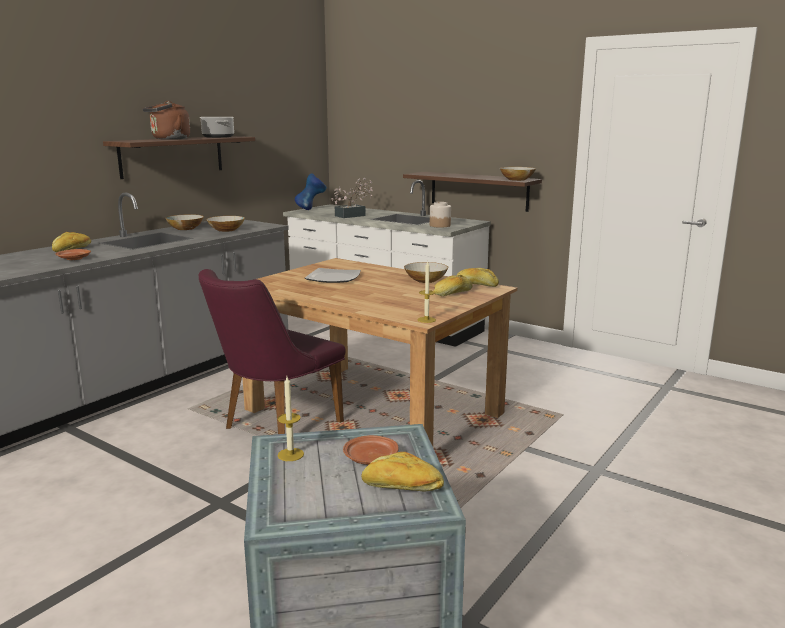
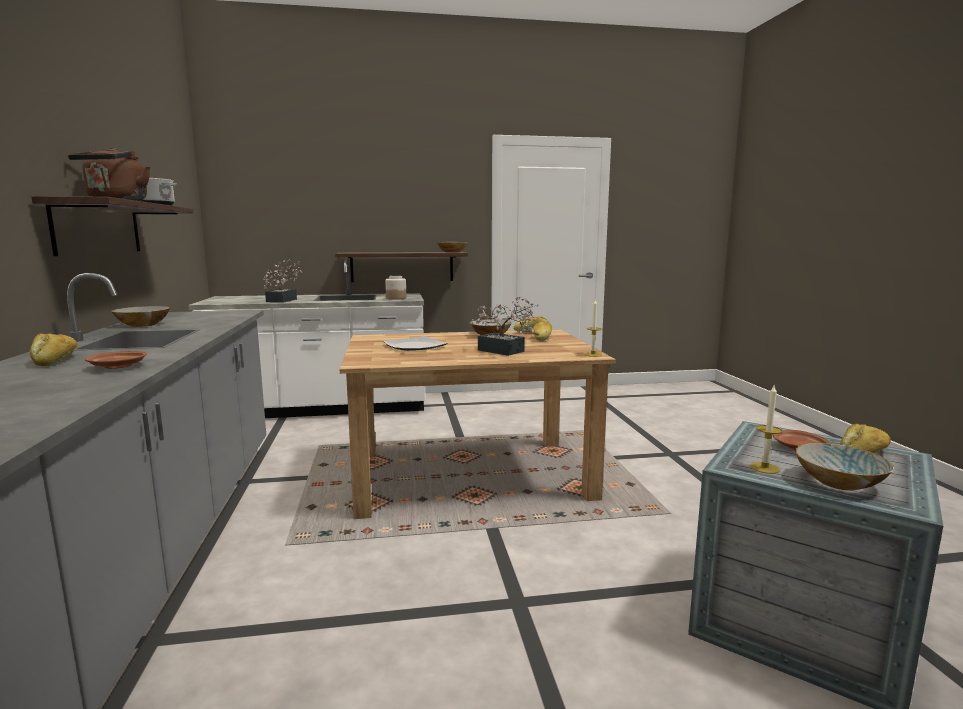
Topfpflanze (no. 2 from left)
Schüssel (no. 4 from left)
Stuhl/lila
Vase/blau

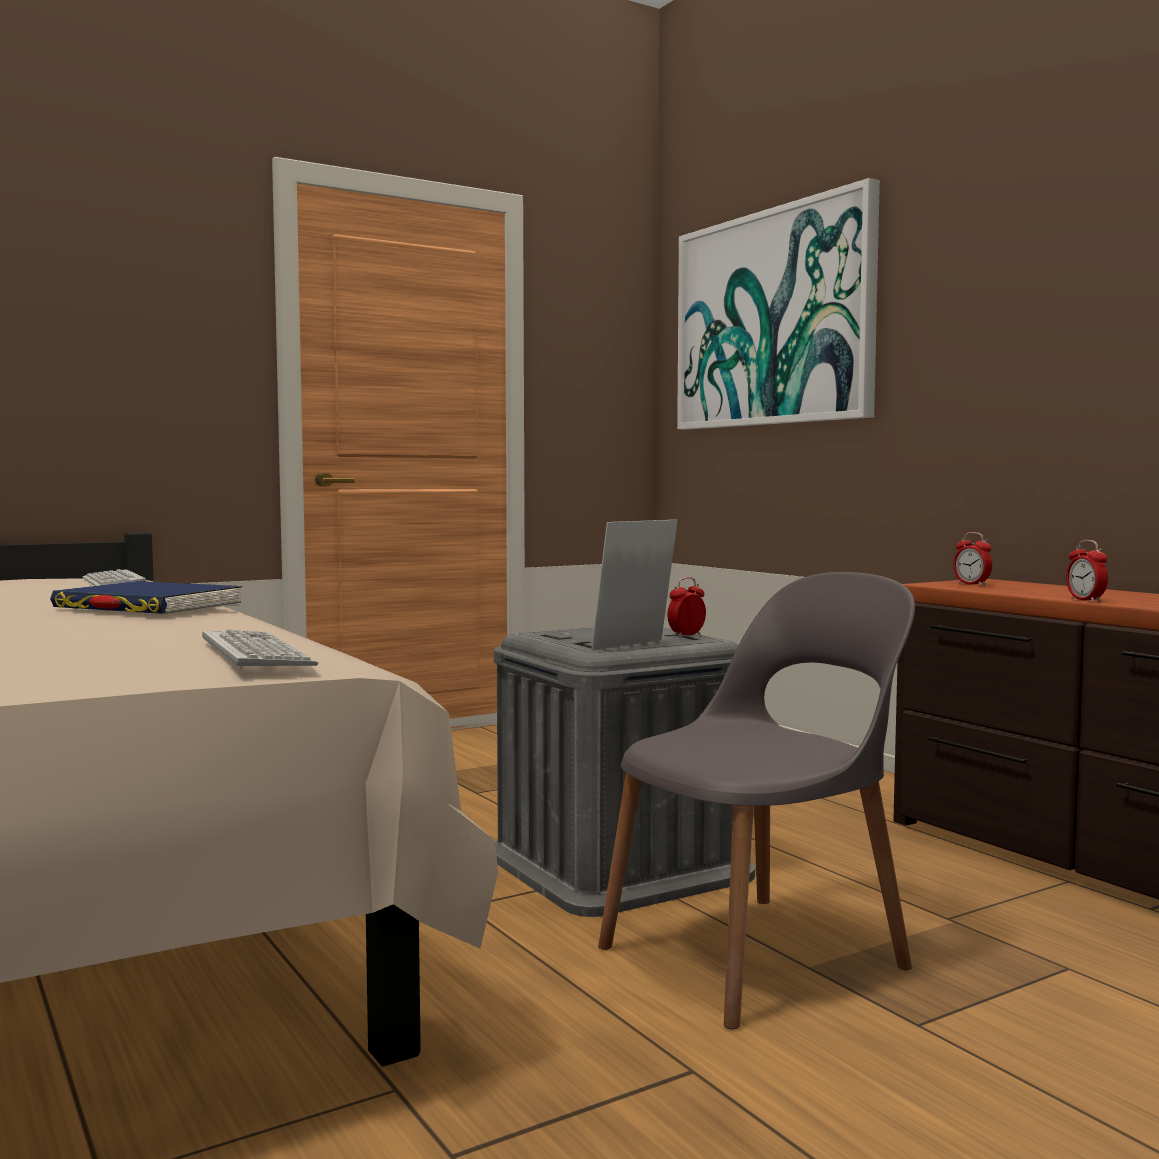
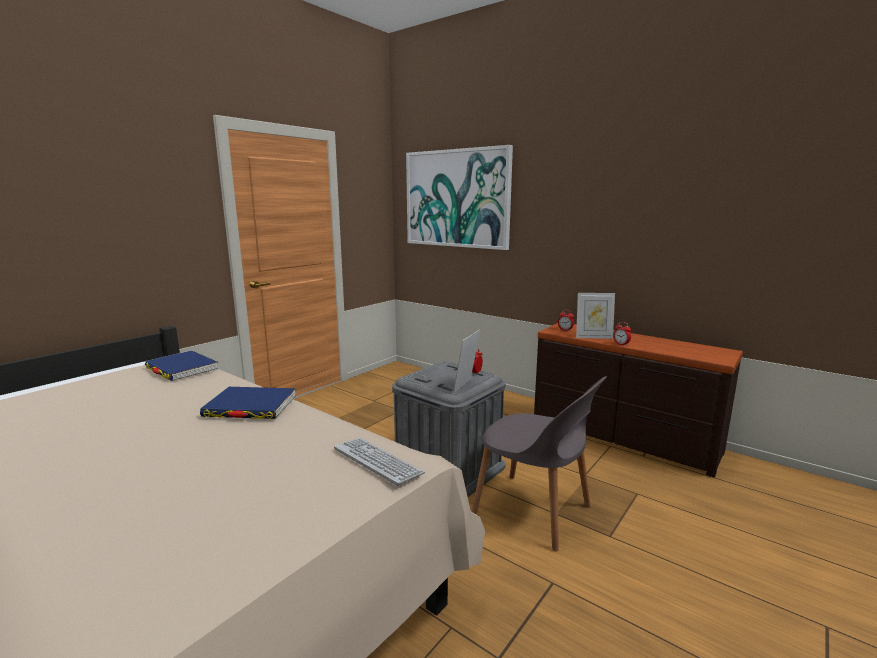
Buch/blau (no. 1 from left)
Stuhl/grau
Bilderrahmen (no. 2 from left)

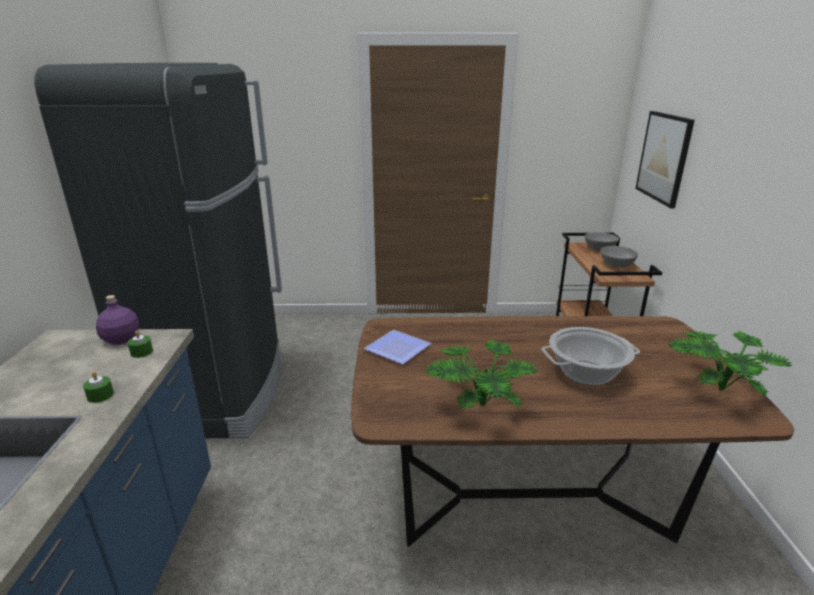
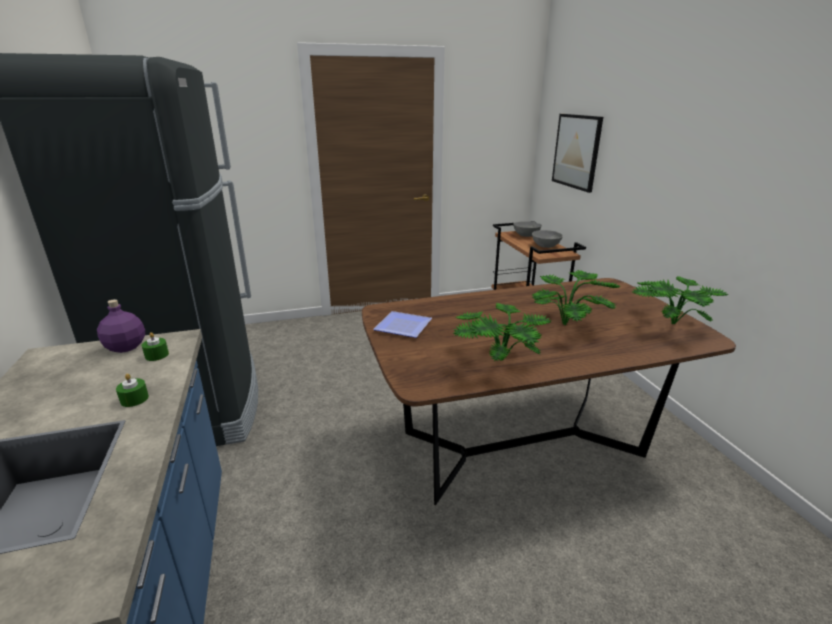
Topfpflanze (no. 2 from left)

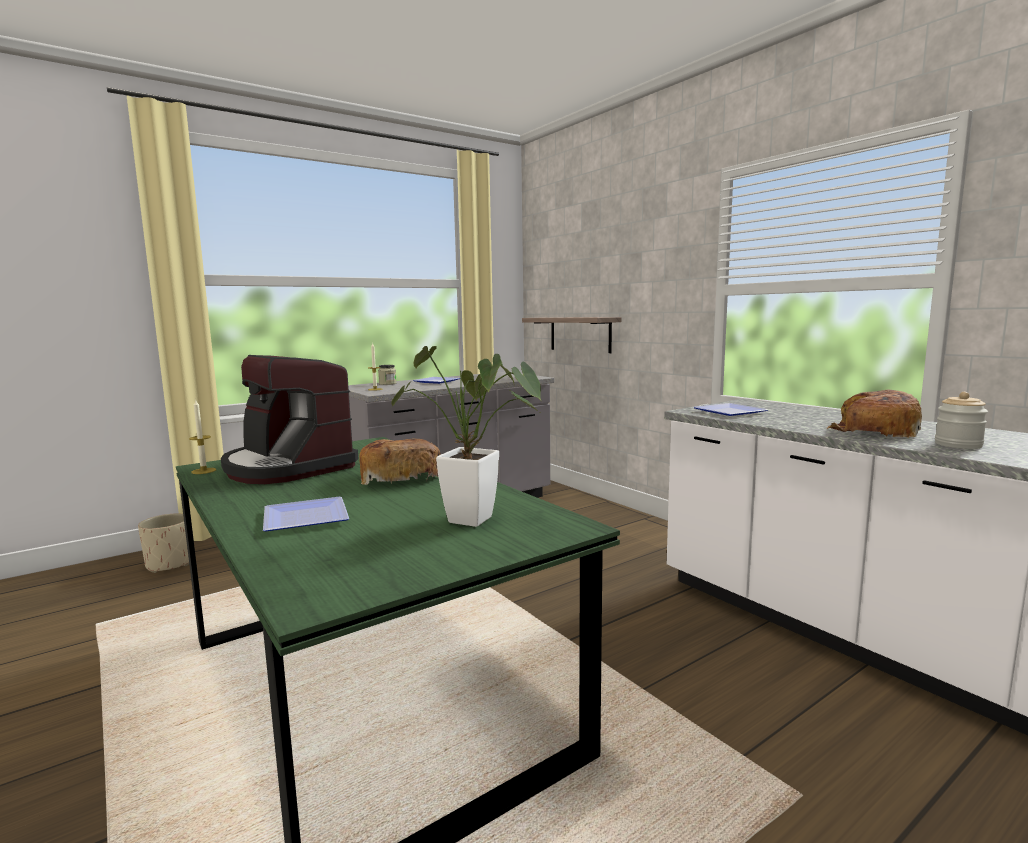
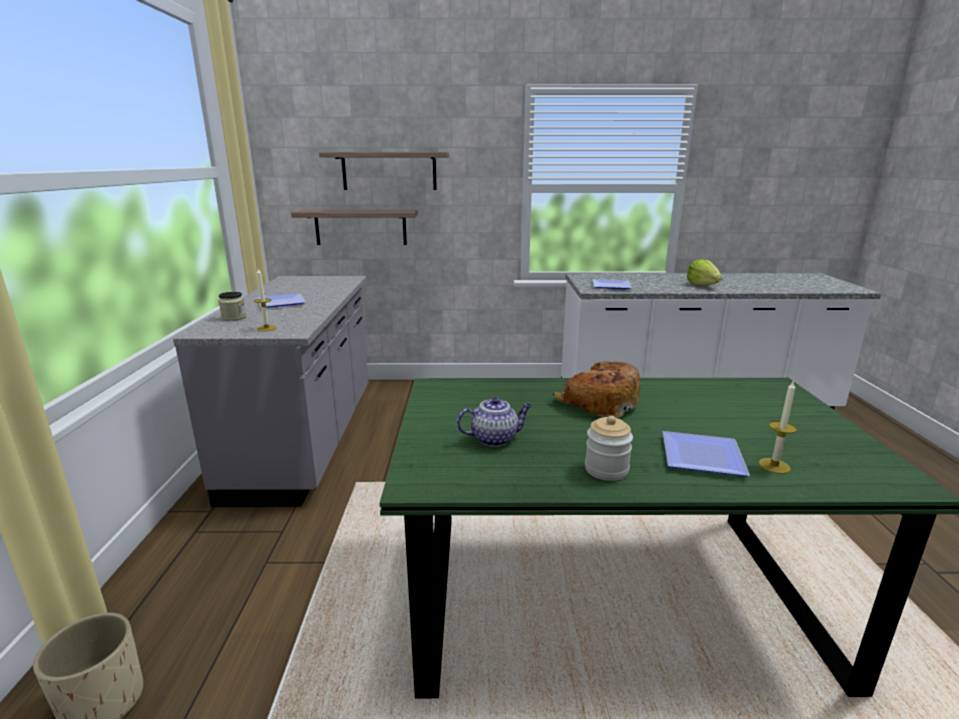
Wandregal (no. 2 from left)
Teekanne
Vorratsglas (no. 2 from left)
Salatkopf
Kerze (no. 2 from left)
Topfpflanze

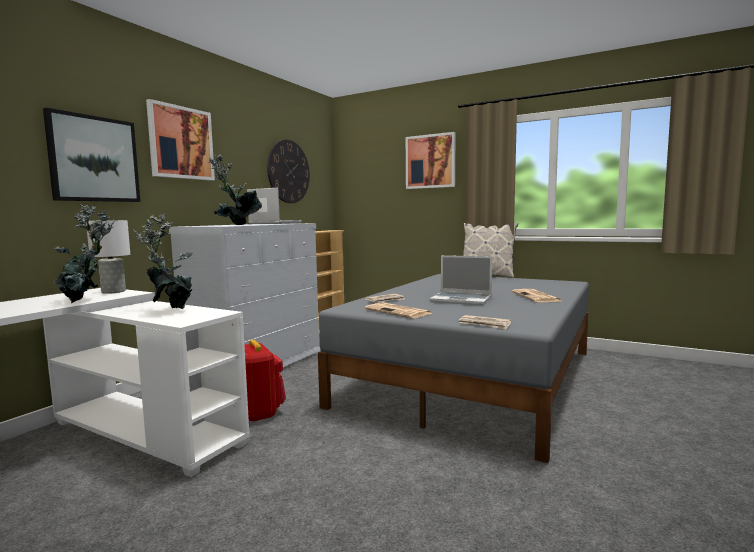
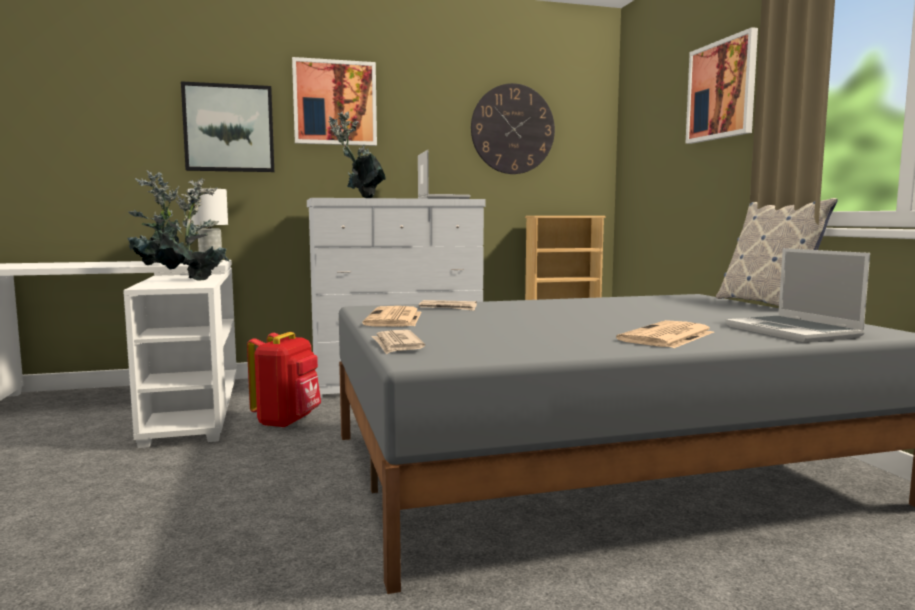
Laptop (no. 2 from left)

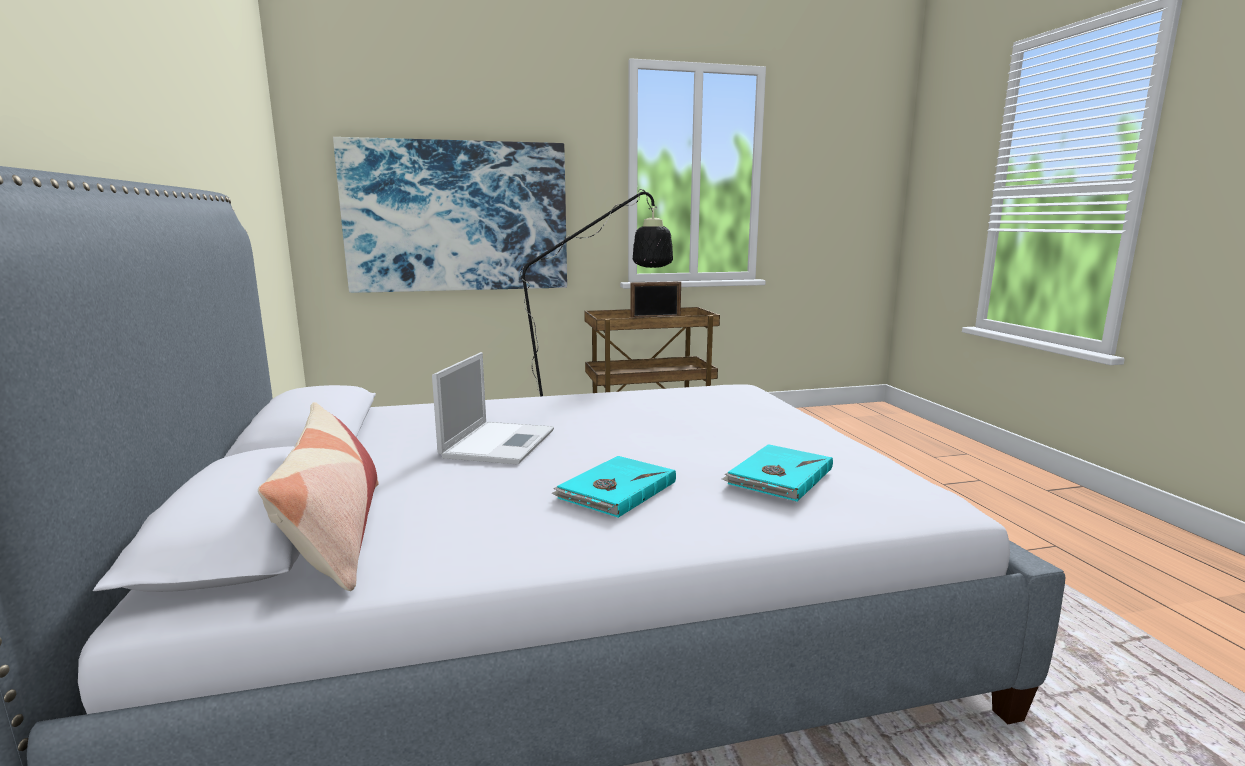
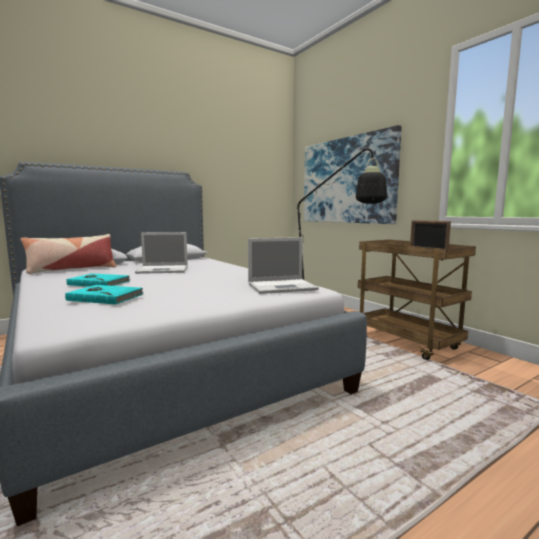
Laptop (no. 2 from left)

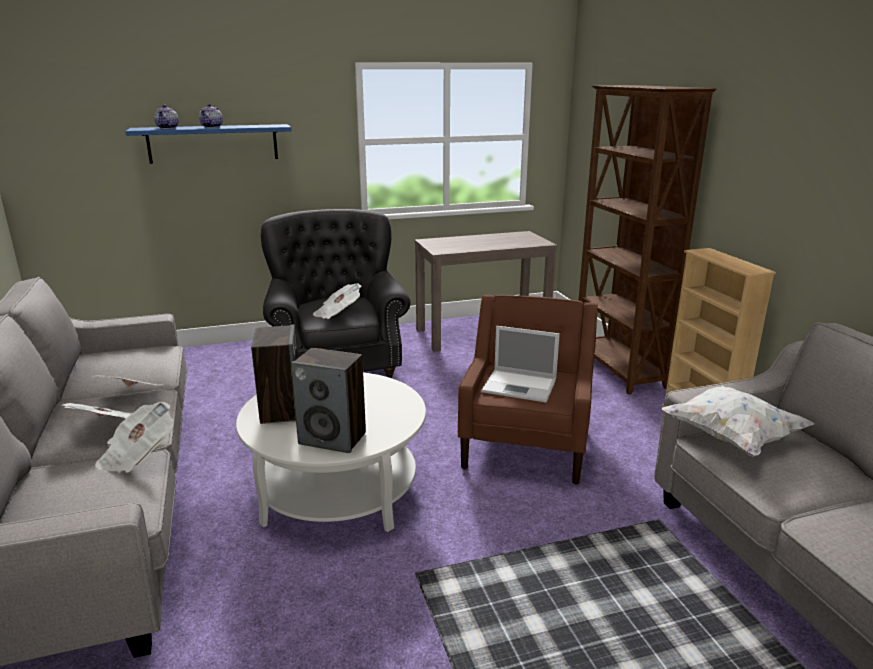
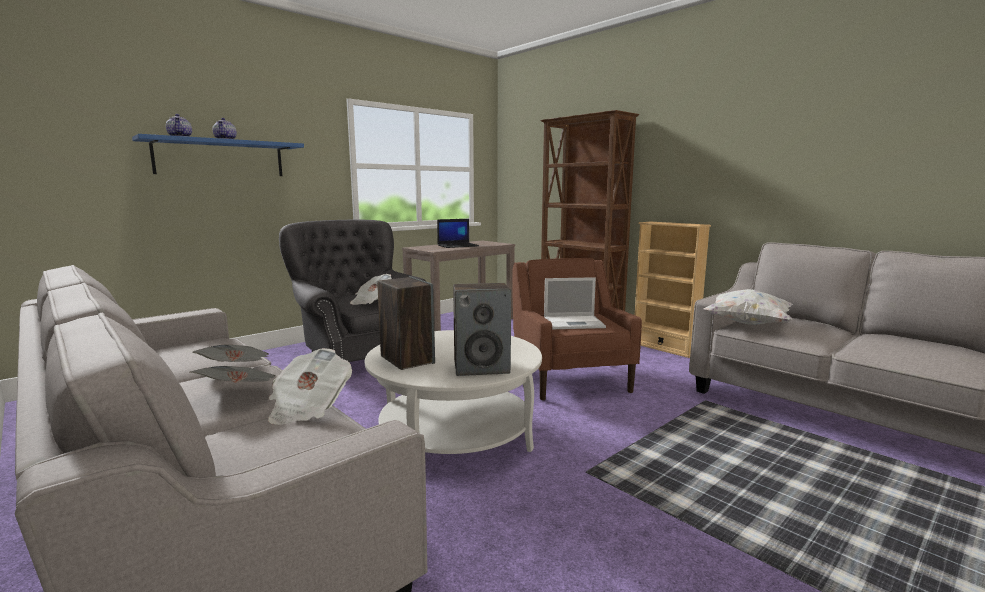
Laptop (no. 1 from left)

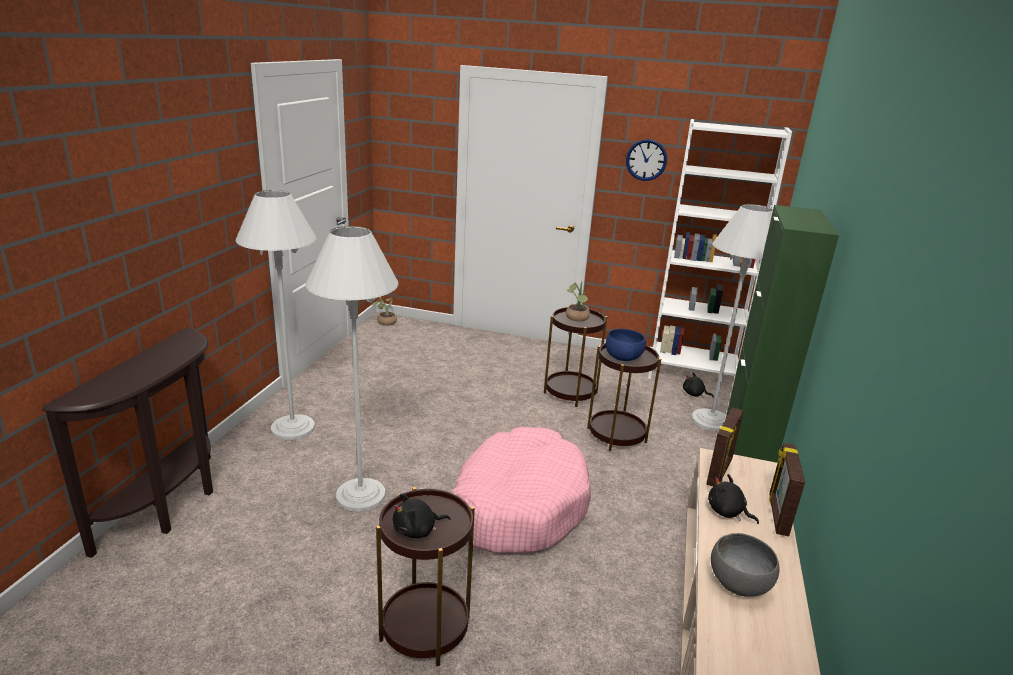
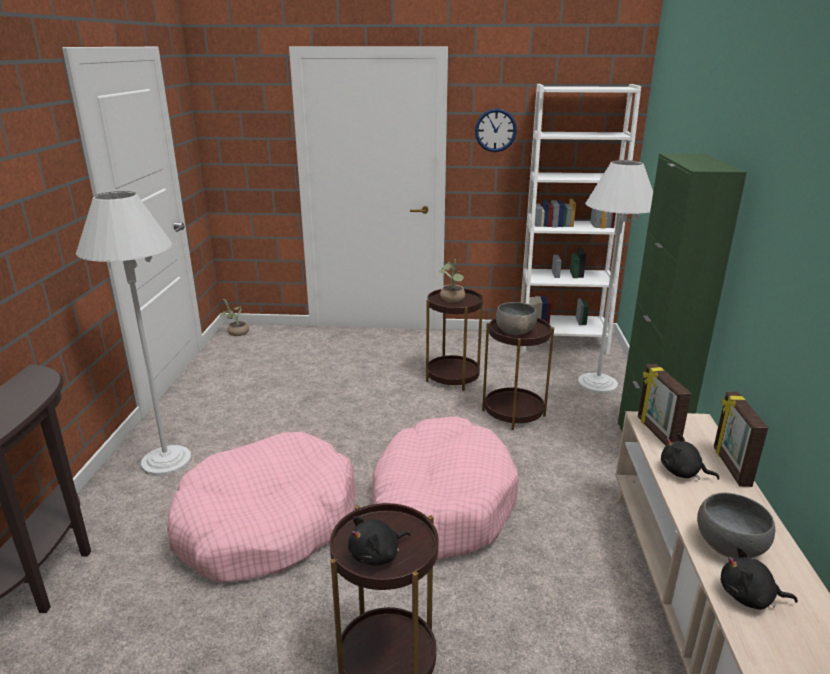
Hundebett/rosa (no. 1 from left)
Schüssel/grau (no. 1 from left)
Bilderrahmen (no. 1 from left)
Plüschtier/schwarz (no. 3 from left)

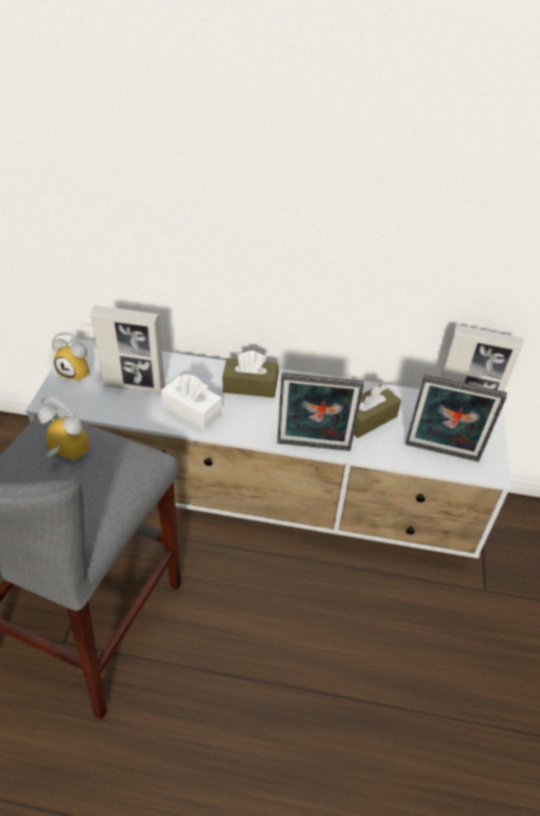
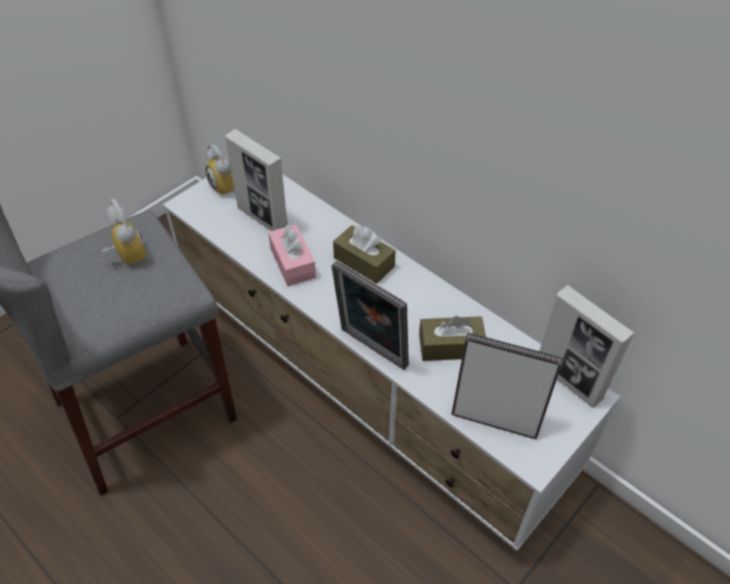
Taschentuchbox/rosa
Bilderrahmen (no. 3 from left)

